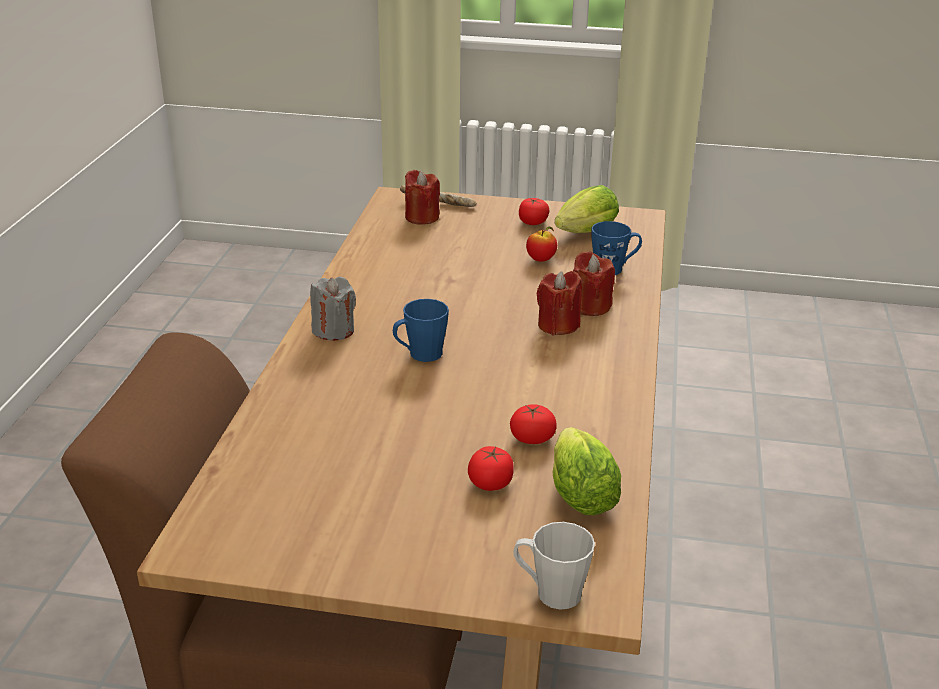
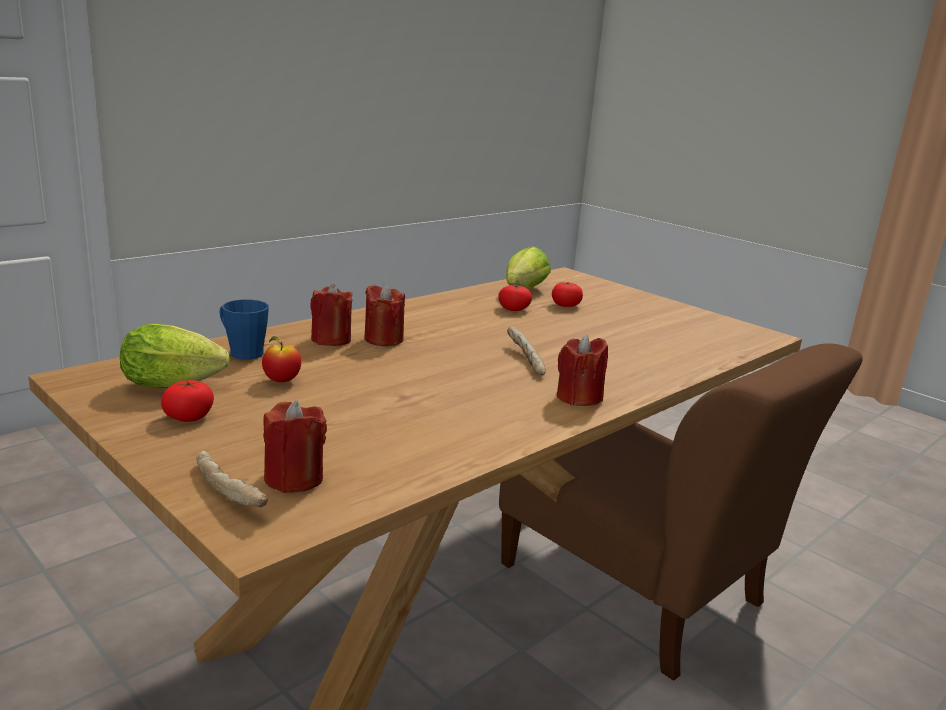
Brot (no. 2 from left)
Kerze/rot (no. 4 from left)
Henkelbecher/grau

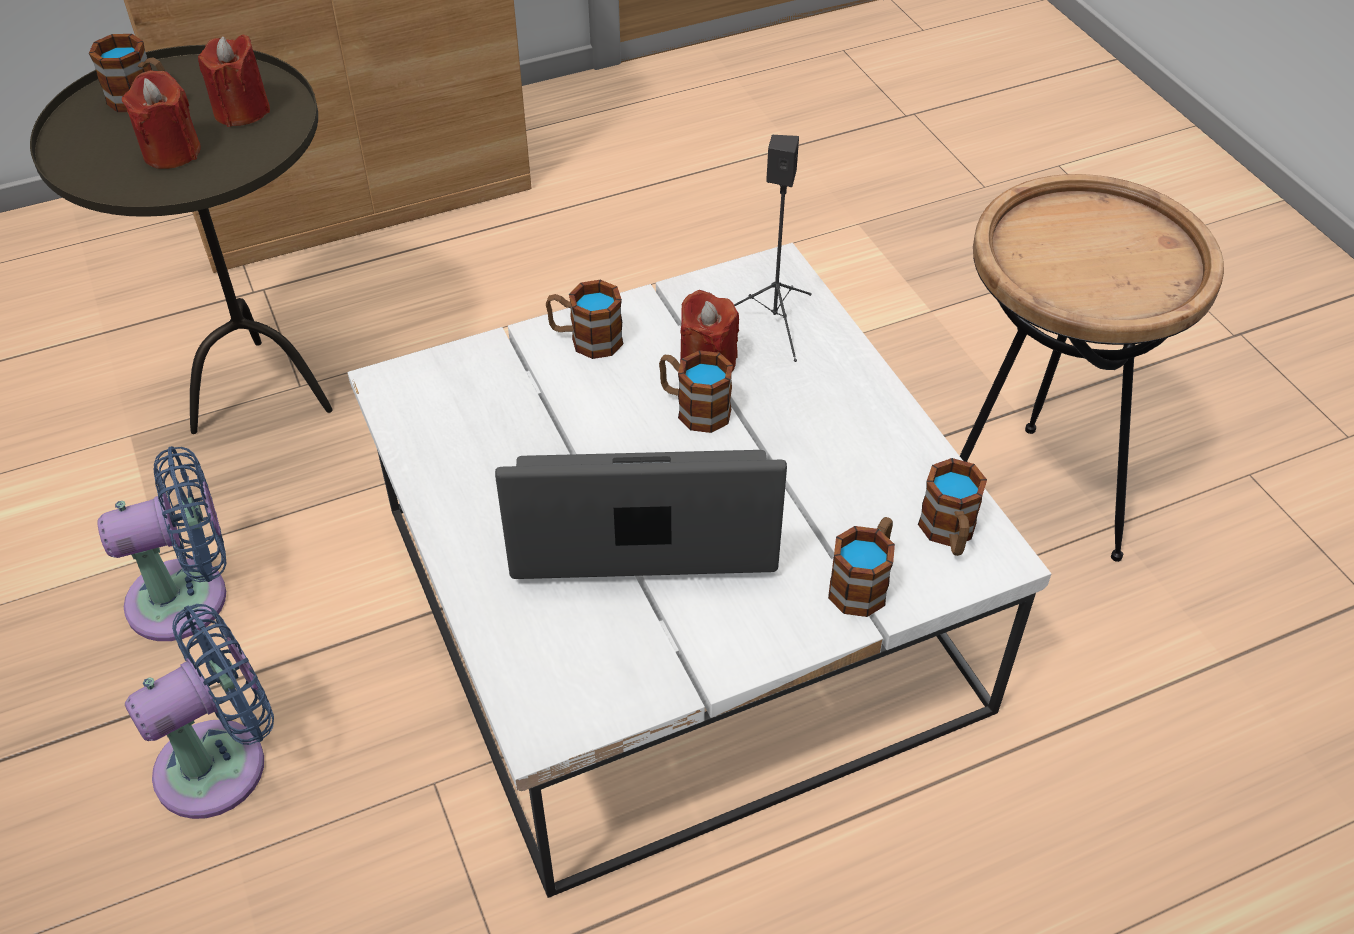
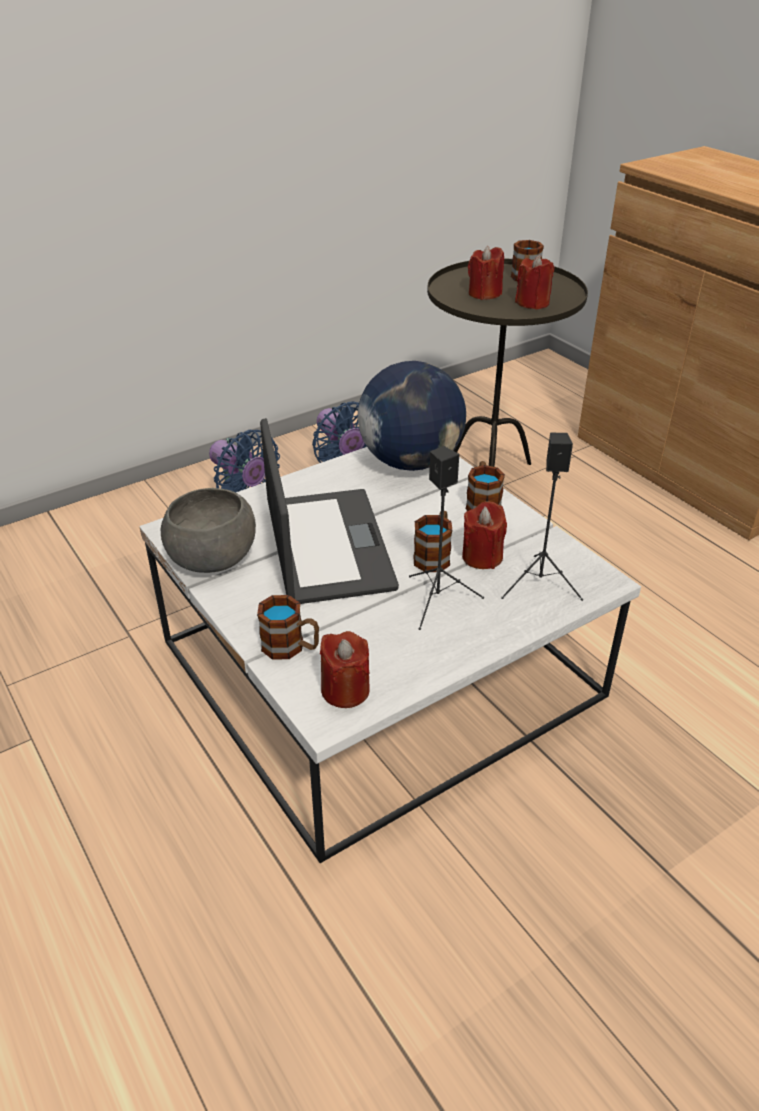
Schüssel/grau
Kerze/rot (no. 1 from left)
Globus
Lautsprecher/schwarz (no. 1 from left)
Beistelltisch/braun (no. 2 from left in the first image)

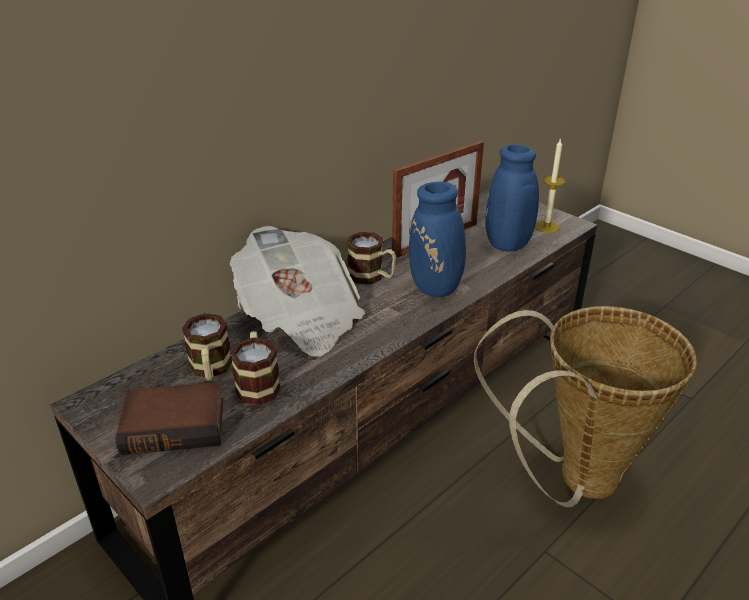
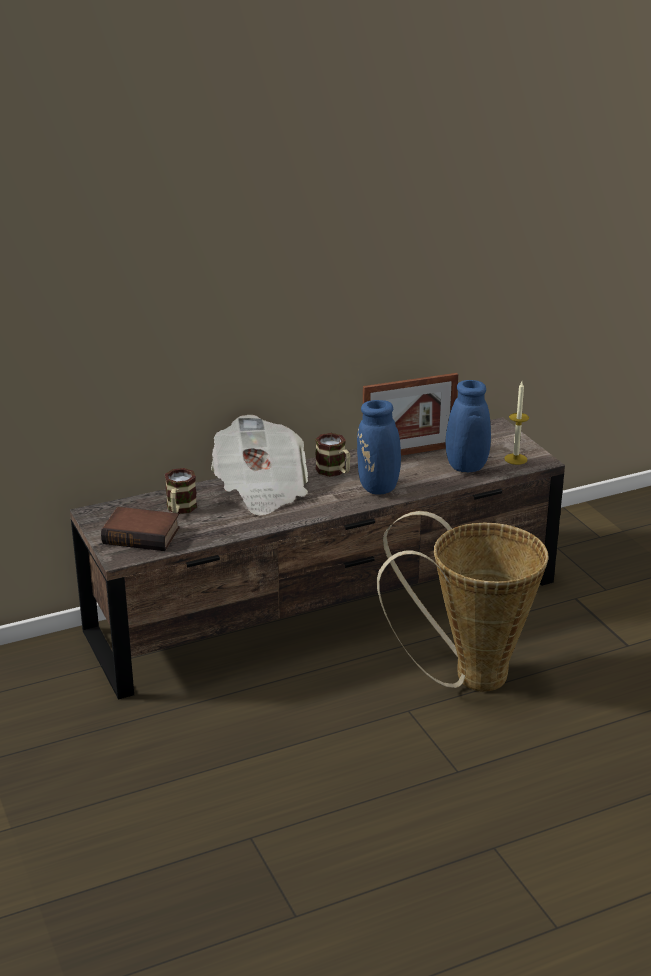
Henkelbecher (no. 2 from left in the first image)

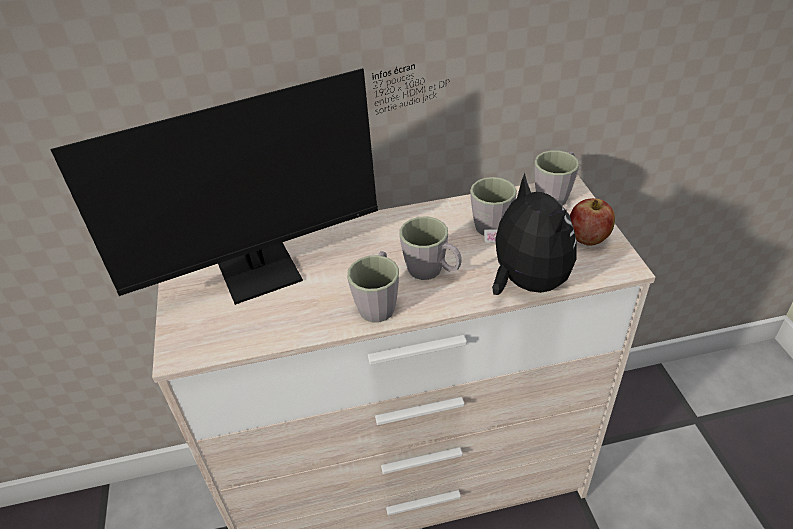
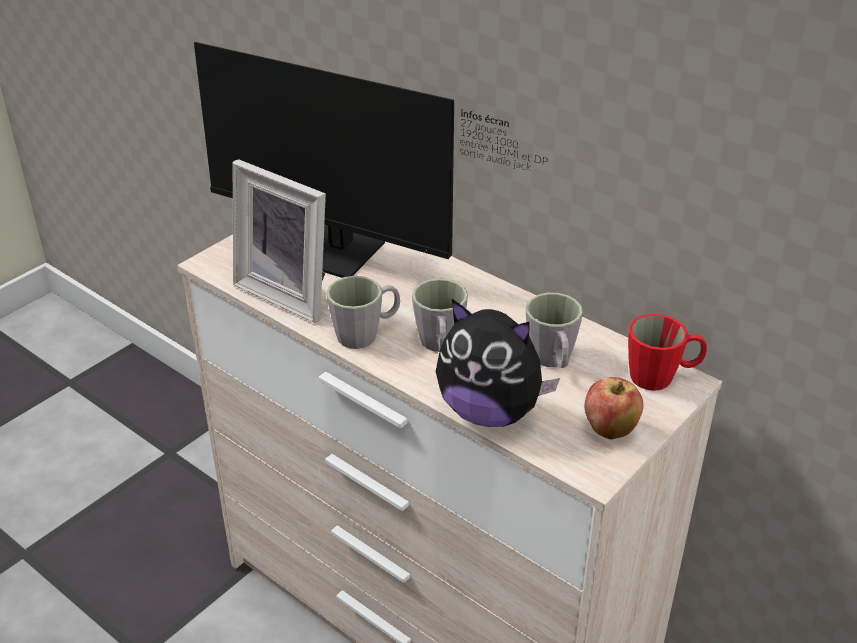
Bilderrahmen
Plüschtier
Henkelbecher/rot

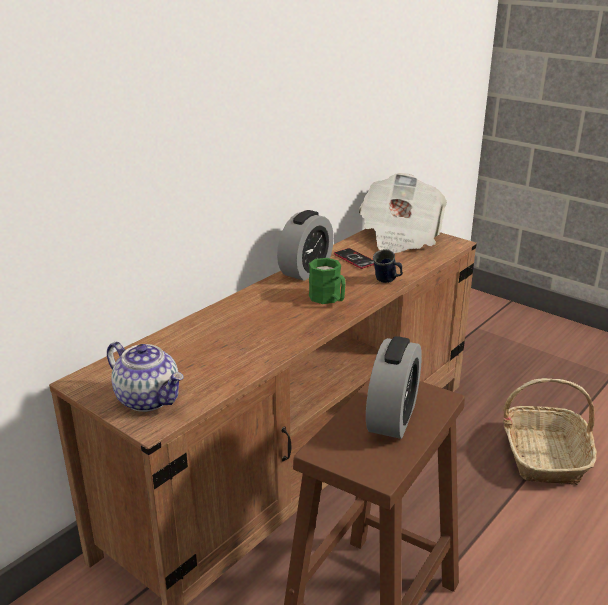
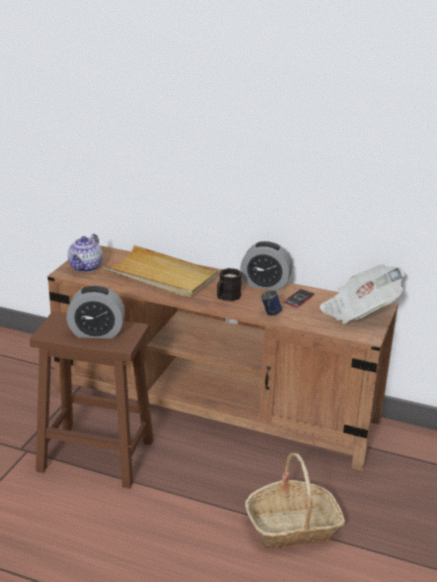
Tablett/beige
Henkelbecher/schwarz

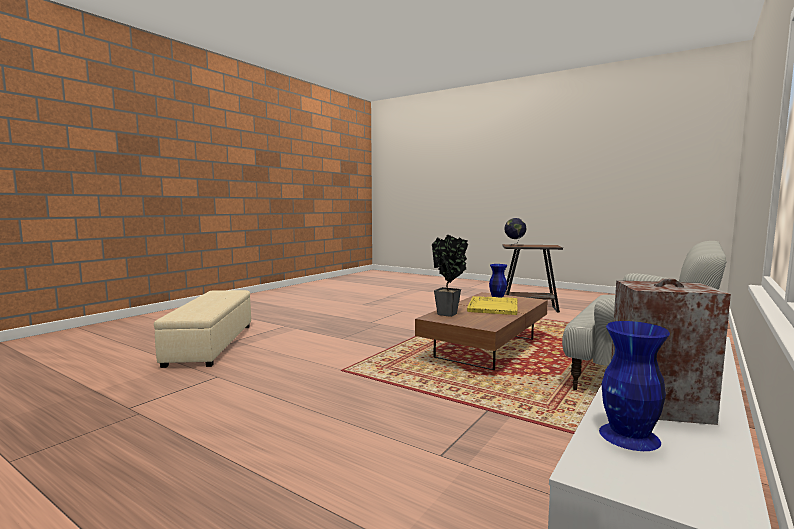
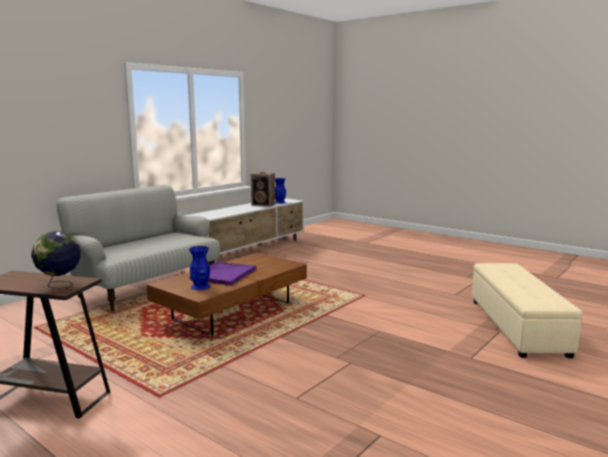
Tablett/lila
Topfpflanze

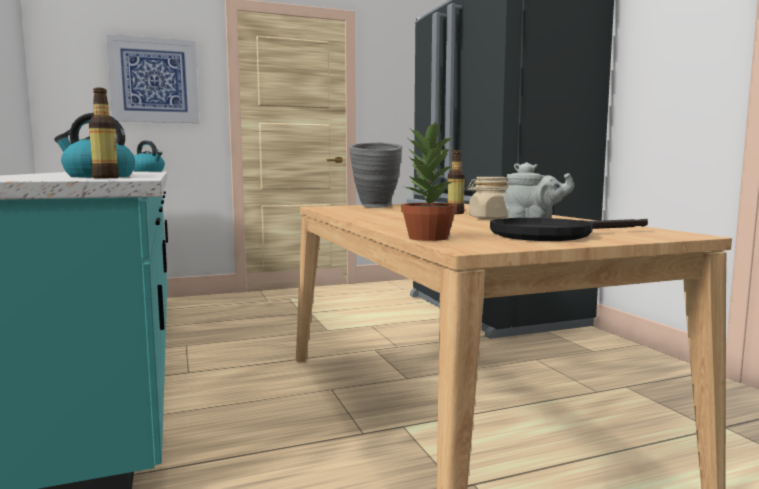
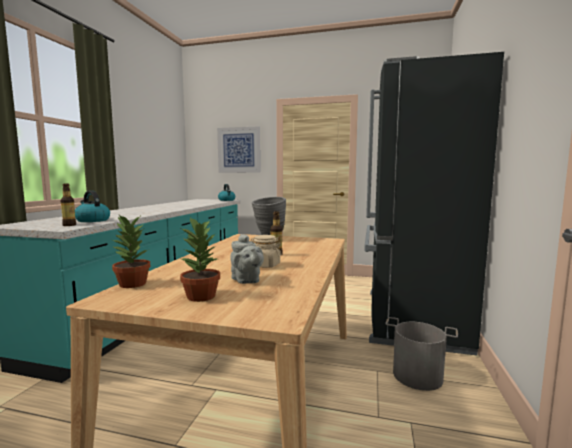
Topfpflanze (no. 2 from left)
Eimer/grau

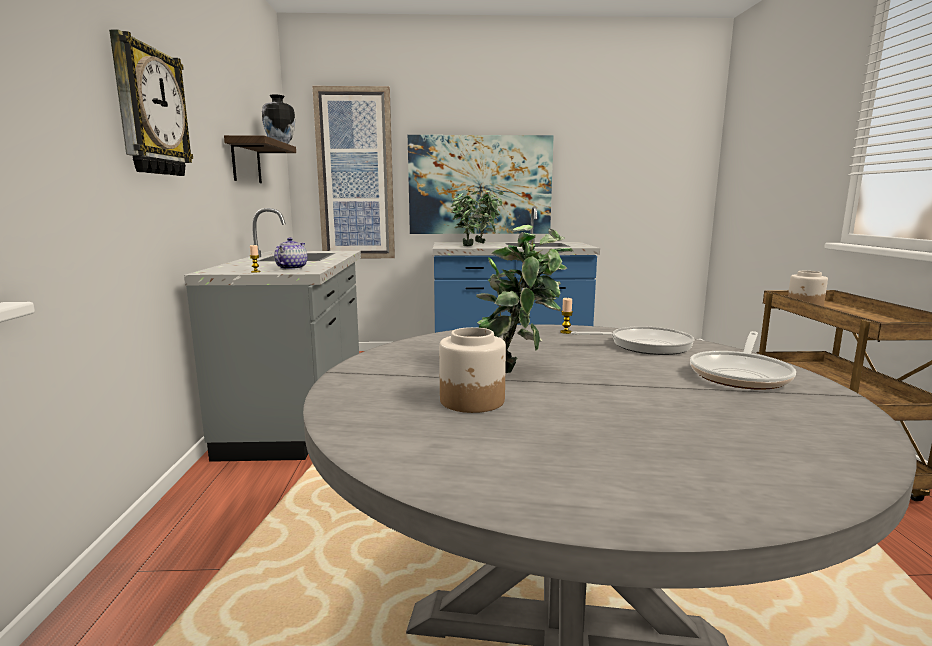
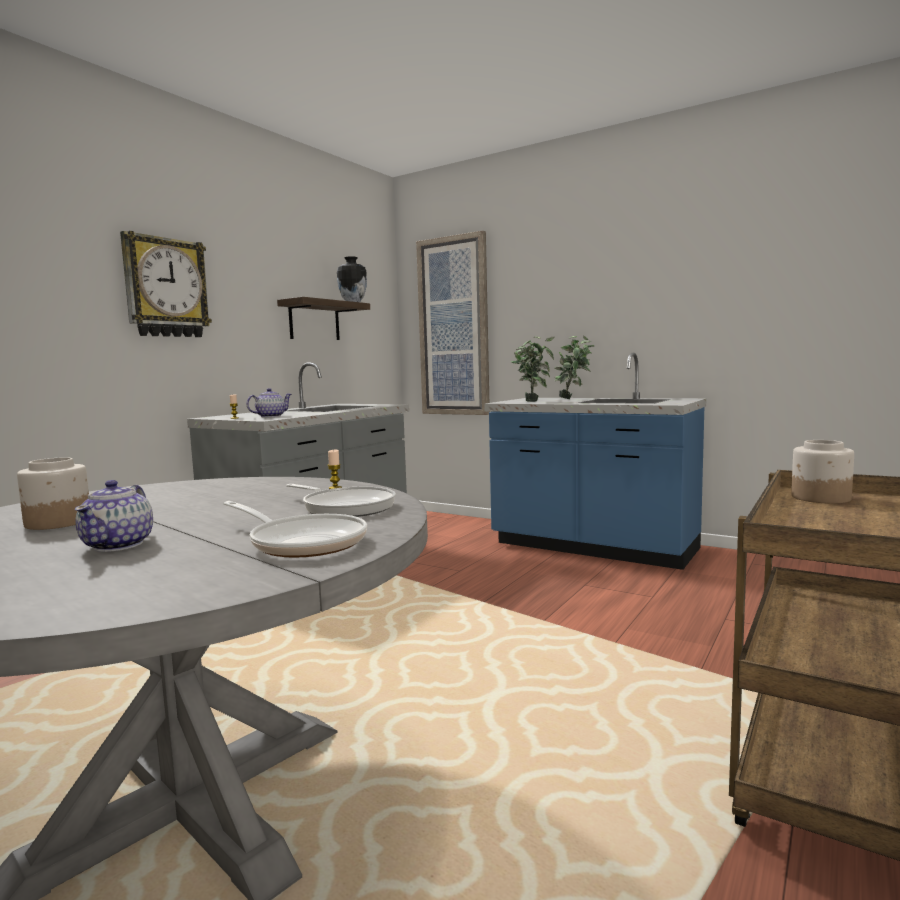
Teekanne (no. 1 from left)
Pfanne (no. 1 from left)
Bild (no. 2 from left in the first image)
Topfpflanze (no. 3 from left in the first image)

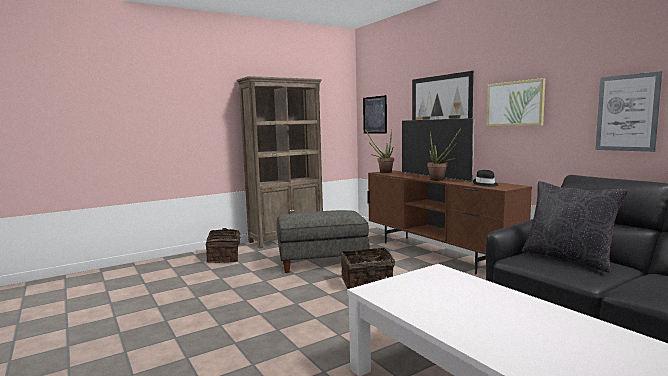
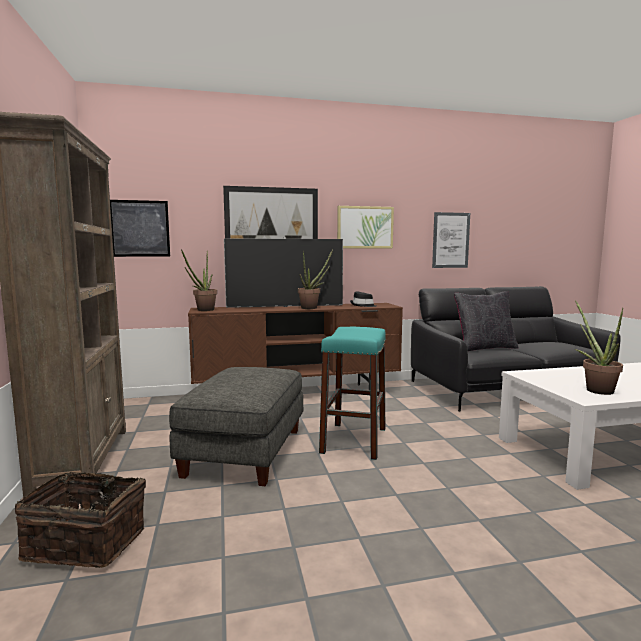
Hocker/türkis
Topfpflanze (no. 3 from left)

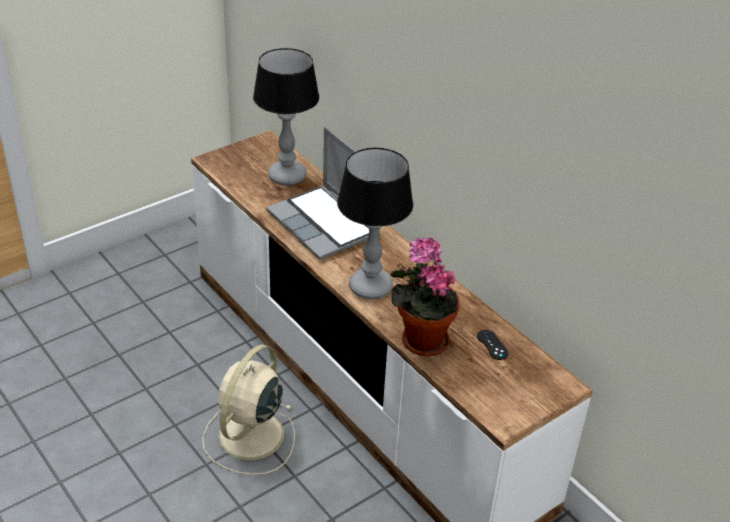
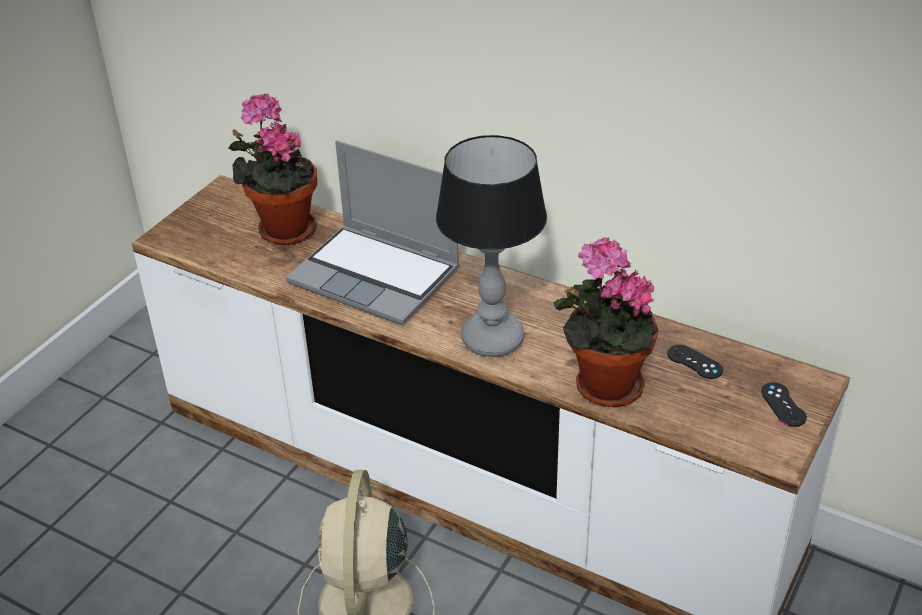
Topfpflanze (no. 1 from left)
Gamepad/schwarz (no. 2 from left)

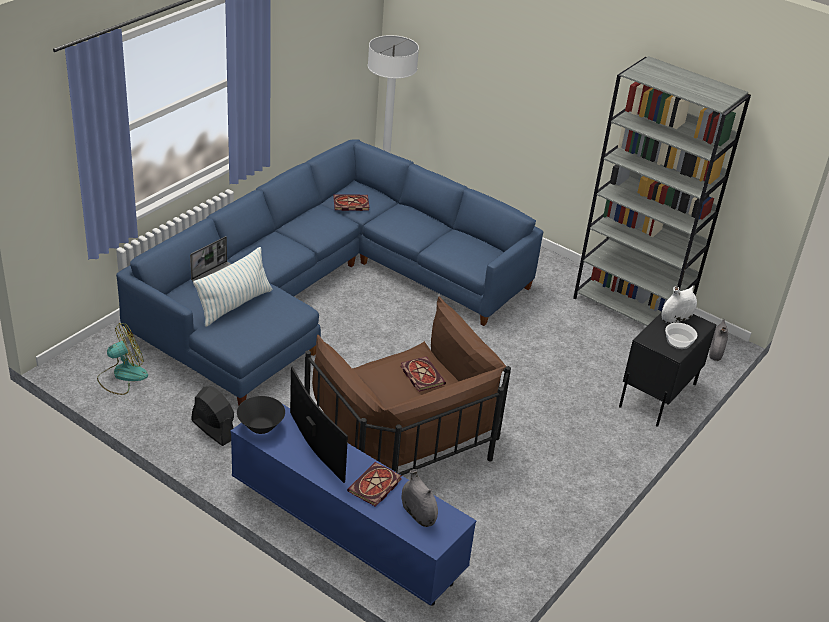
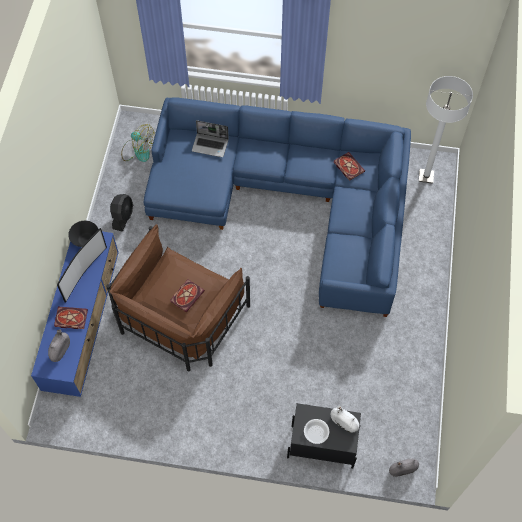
Kissen
Bücherregal/grau

